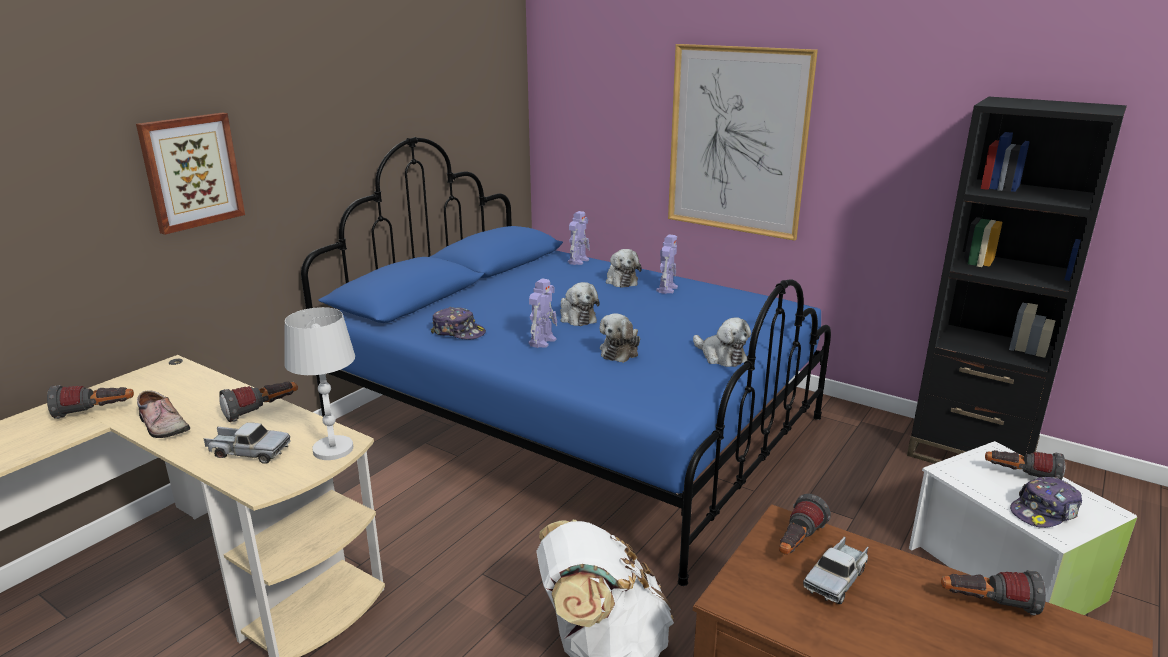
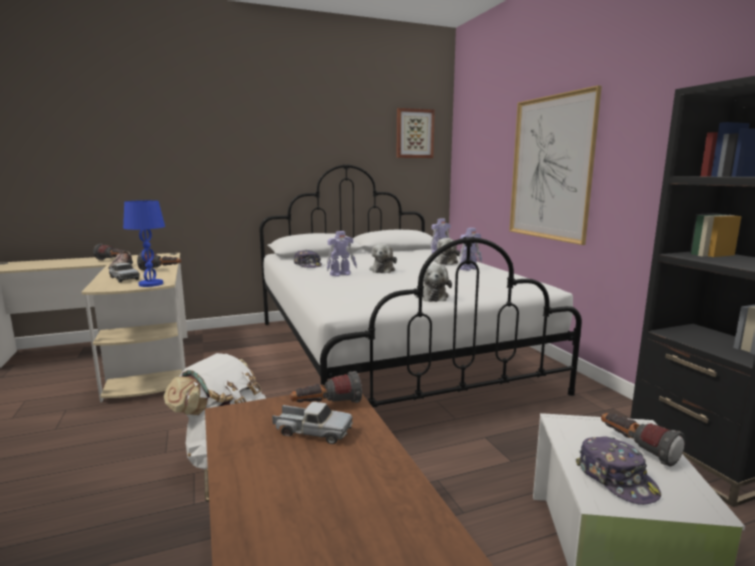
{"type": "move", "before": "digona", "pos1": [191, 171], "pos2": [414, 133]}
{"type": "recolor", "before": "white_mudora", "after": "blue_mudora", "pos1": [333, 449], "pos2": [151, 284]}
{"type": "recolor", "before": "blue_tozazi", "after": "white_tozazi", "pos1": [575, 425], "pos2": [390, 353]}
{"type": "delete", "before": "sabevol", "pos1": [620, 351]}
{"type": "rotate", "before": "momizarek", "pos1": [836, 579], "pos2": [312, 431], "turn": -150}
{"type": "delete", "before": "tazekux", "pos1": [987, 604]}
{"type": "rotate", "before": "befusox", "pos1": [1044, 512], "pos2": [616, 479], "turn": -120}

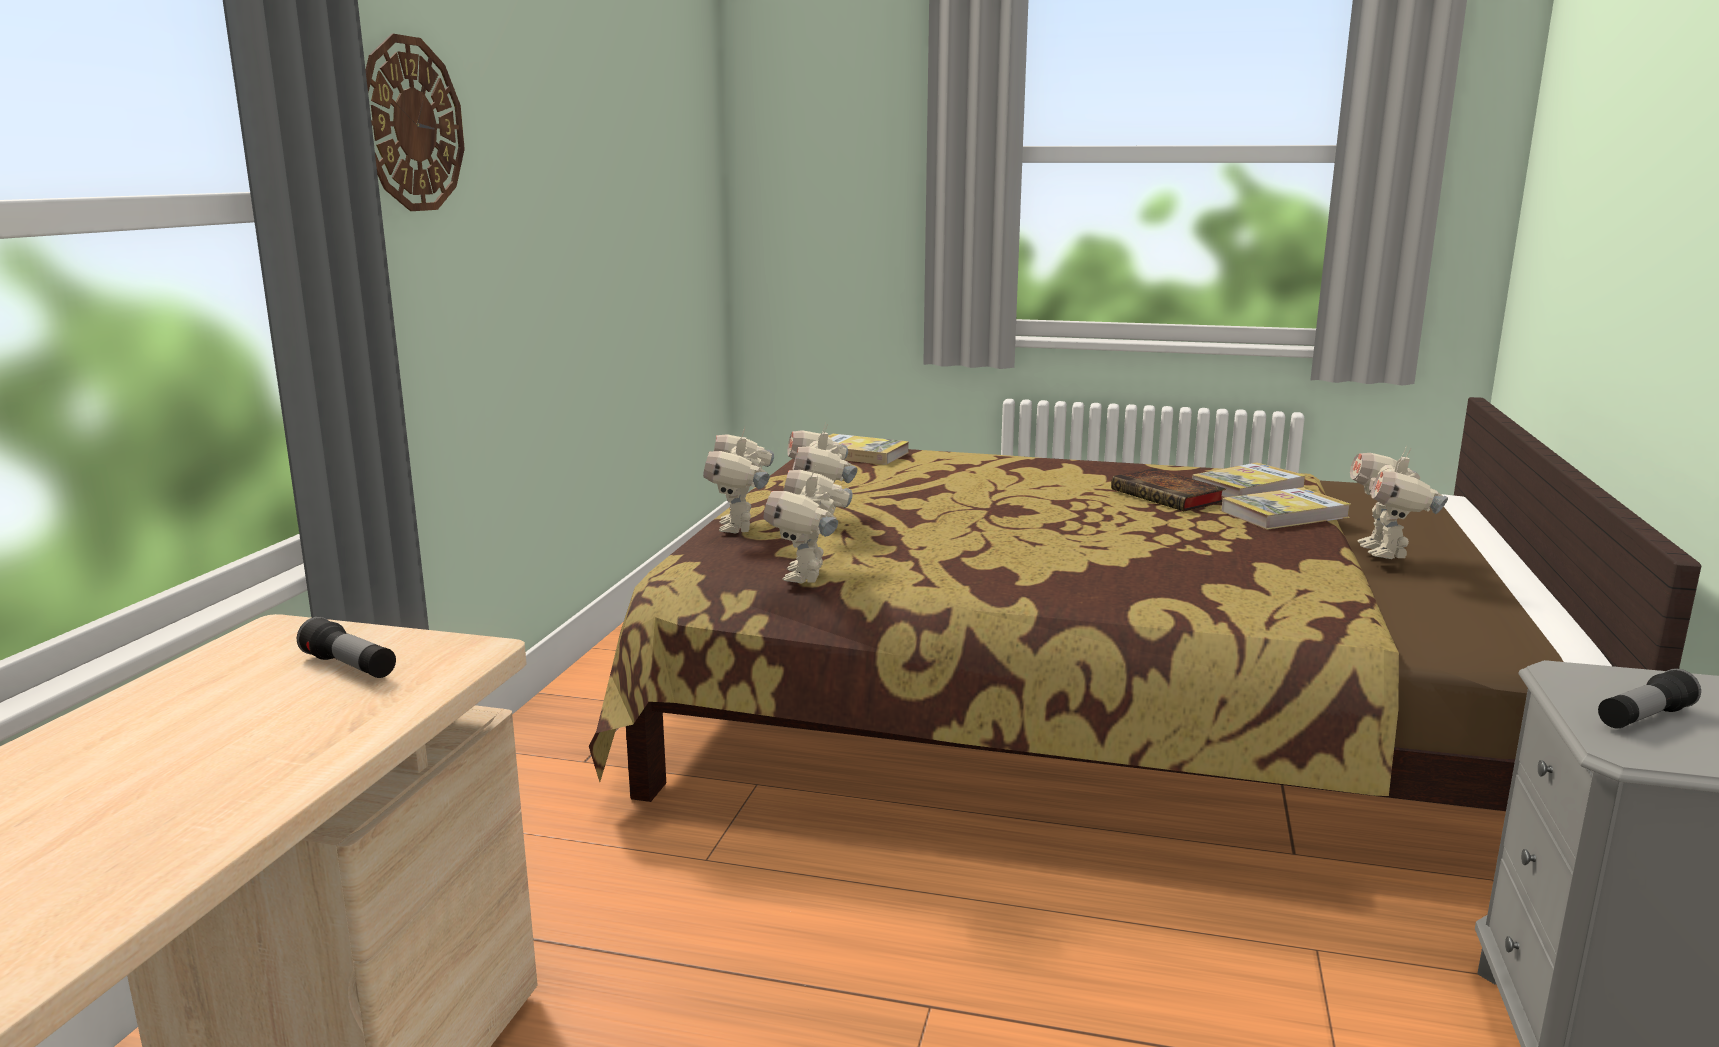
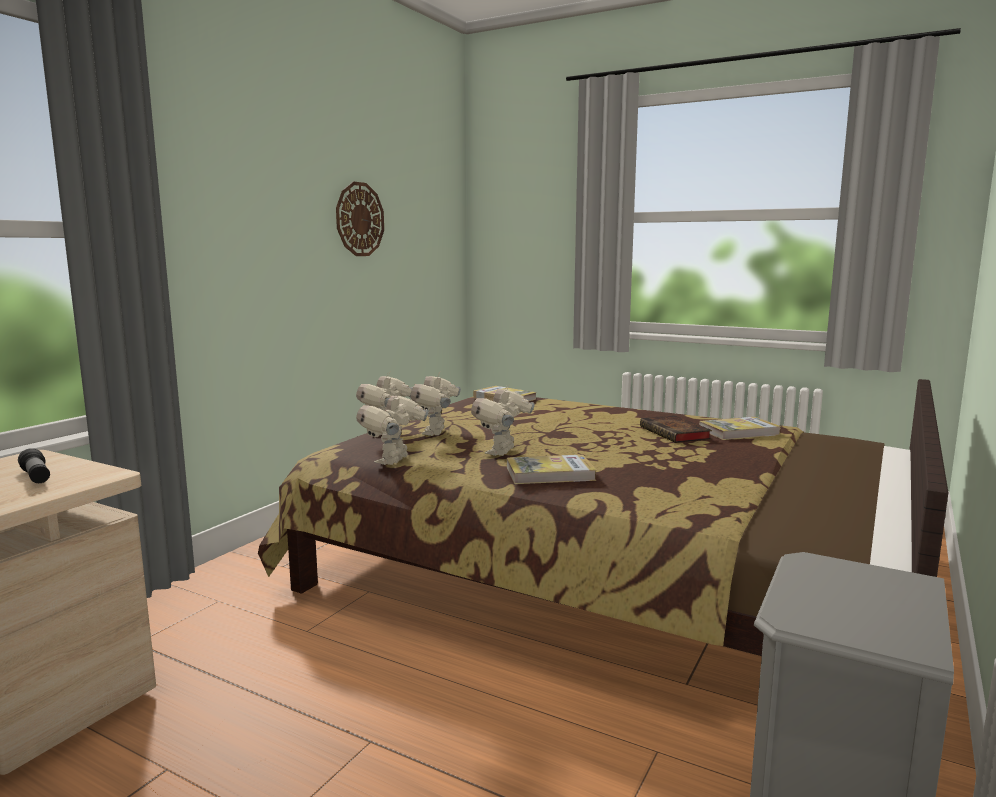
{"type": "move", "before": "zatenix", "pos1": [411, 125], "pos2": [359, 219]}
{"type": "move", "before": "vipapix", "pos1": [1284, 514], "pos2": [550, 474]}
{"type": "move", "before": "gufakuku", "pos1": [1386, 552], "pos2": [502, 452]}
{"type": "delete", "before": "tazekux", "pos1": [1643, 718]}

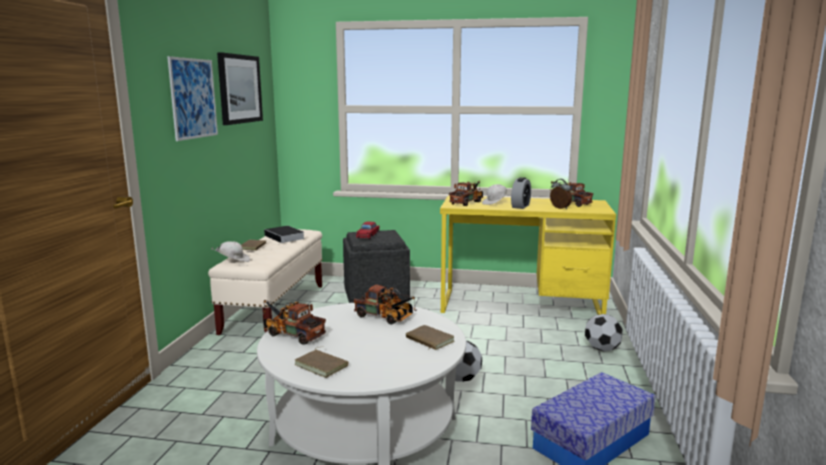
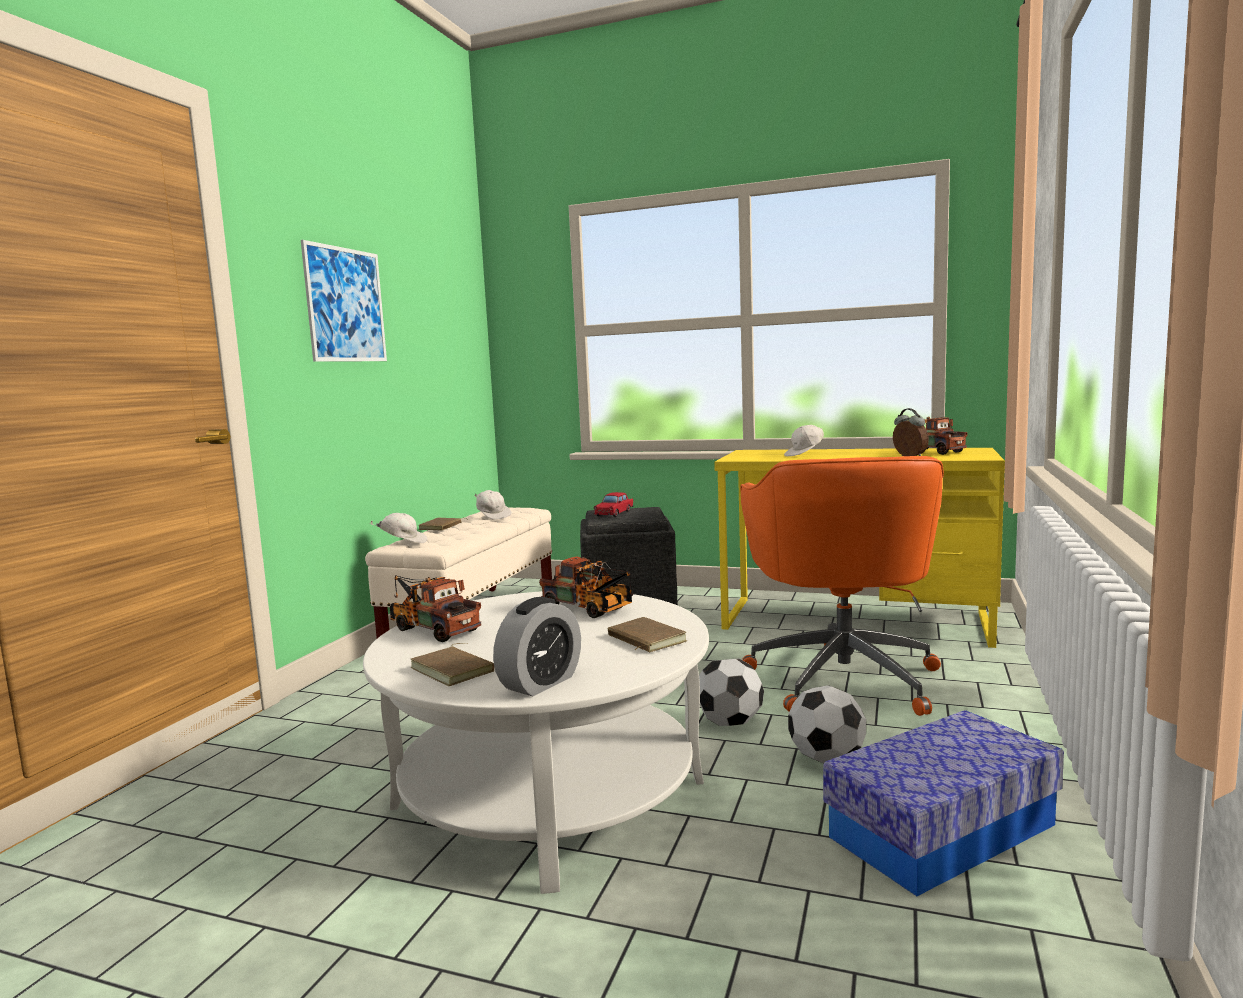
{"type": "delete", "before": "digona", "pos1": [239, 89]}
{"type": "replace", "before": "vipapix", "after": "white_befusox", "pos1": [285, 237], "pos2": [493, 516]}
{"type": "delete", "before": "momizarek", "pos1": [468, 202]}
{"type": "move", "before": "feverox", "pos1": [520, 206], "pos2": [540, 683]}
{"type": "move", "before": "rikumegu", "pos1": [602, 349], "pos2": [826, 759]}
{"type": "insert", "after": "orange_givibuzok", "pos2": [843, 677]}

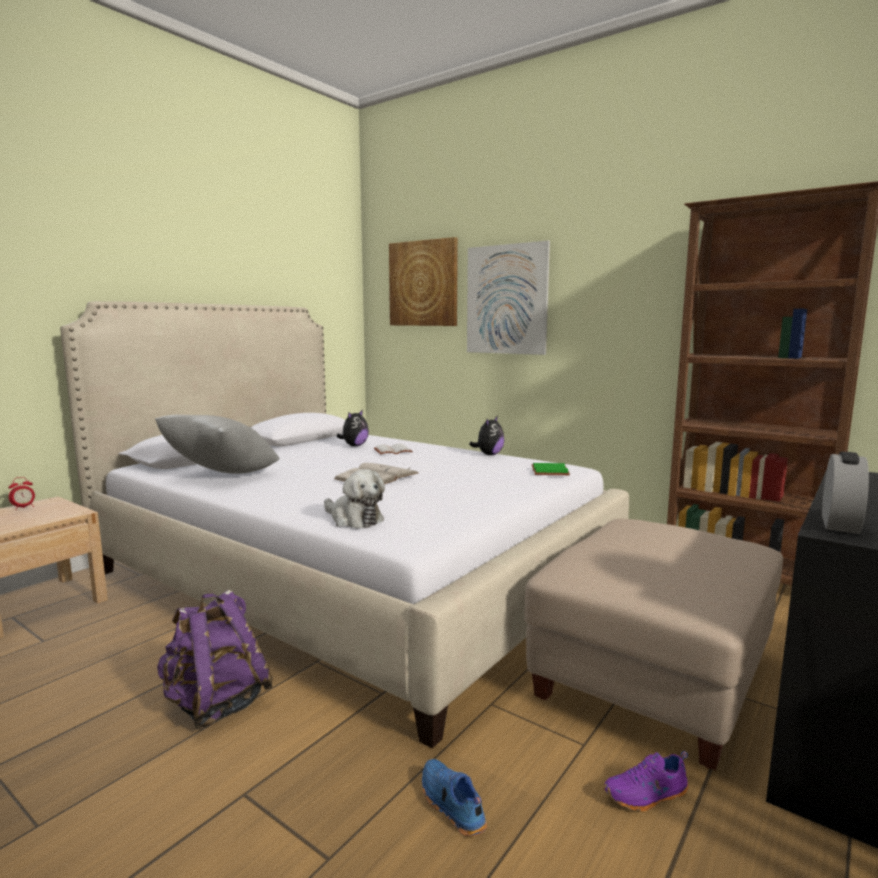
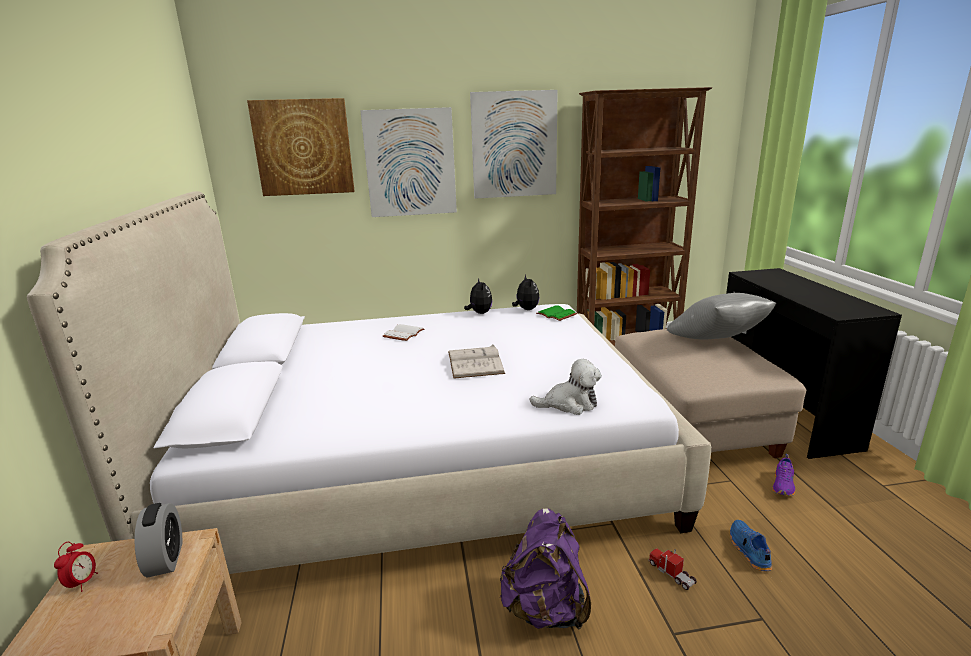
{"type": "move", "before": "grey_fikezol", "pos1": [221, 476], "pos2": [717, 342]}
{"type": "move", "before": "sabevol", "pos1": [354, 446], "pos2": [526, 309]}
{"type": "rotate", "before": "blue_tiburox", "pos1": [450, 806], "pos2": [748, 550], "turn": 75}
{"type": "move", "before": "feverox", "pos1": [840, 524], "pos2": [165, 559]}
{"type": "insert", "after": "digona", "pos2": [514, 145]}
{"type": "insert", "after": "momizarek", "pos2": [671, 573]}

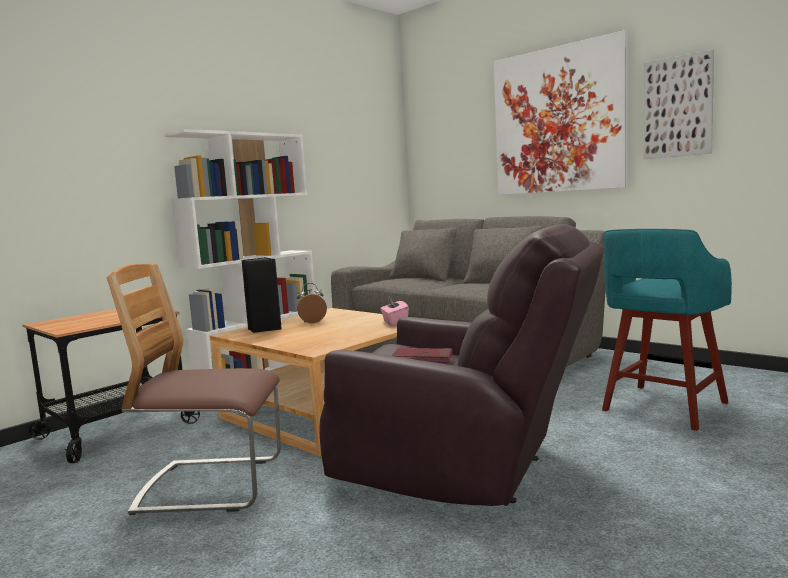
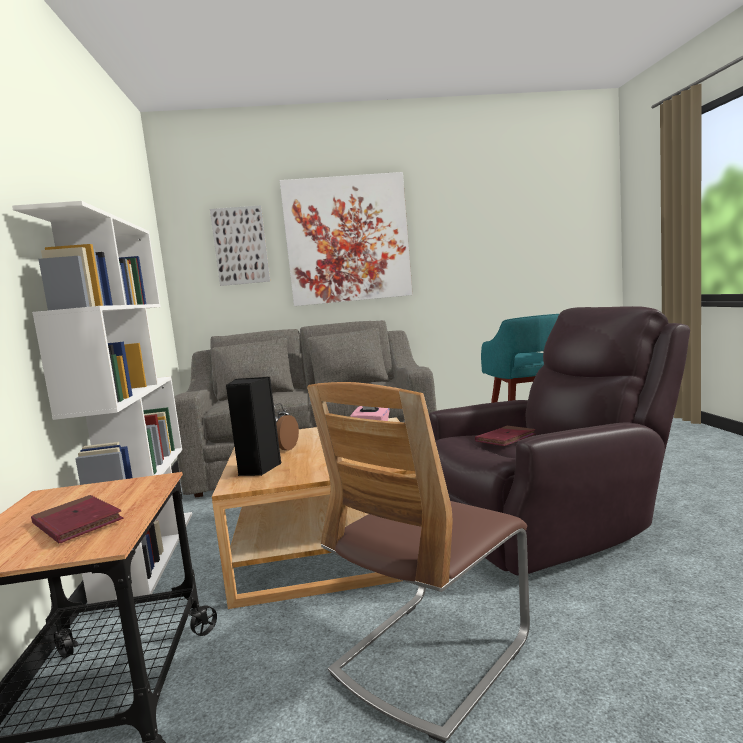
{"type": "move", "before": "digona", "pos1": [677, 107], "pos2": [240, 246]}
{"type": "insert", "after": "red_vipapix", "pos2": [77, 523]}

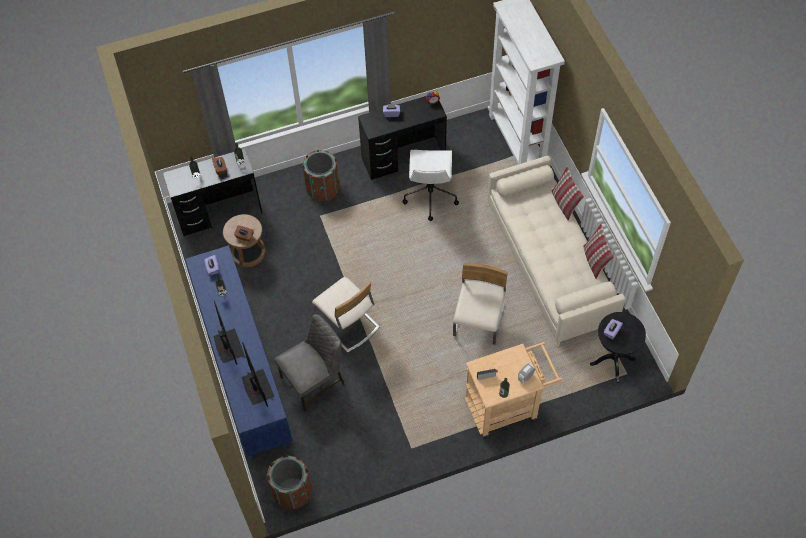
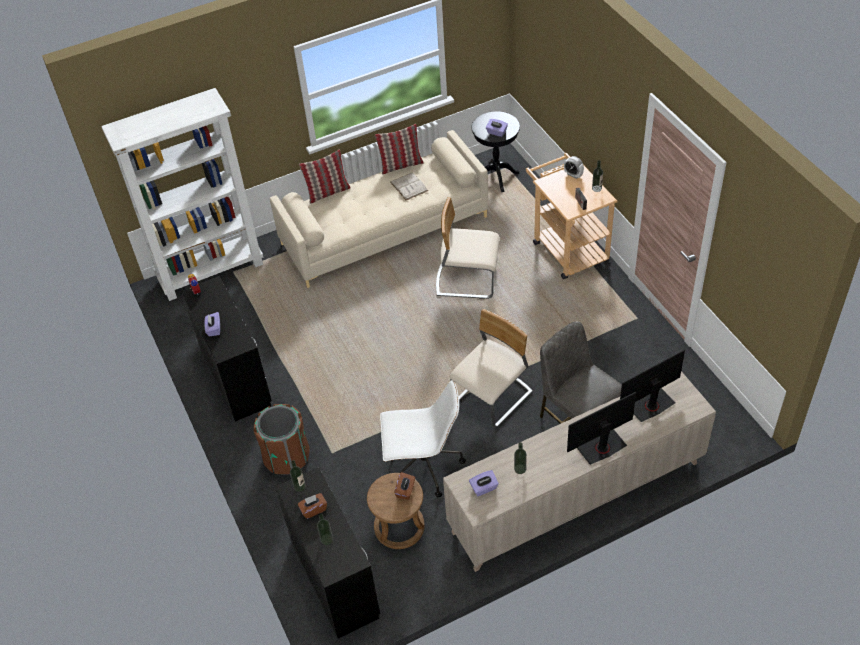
{"type": "recolor", "before": "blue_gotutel", "after": "beige_gotutel", "pos1": [243, 367], "pos2": [577, 497]}
{"type": "delete", "before": "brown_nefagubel", "pos1": [292, 492]}
{"type": "move", "before": "white_givibuzok", "pos1": [430, 196], "pos2": [423, 467]}
{"type": "insert", "after": "white_vipapix", "pos2": [409, 186]}

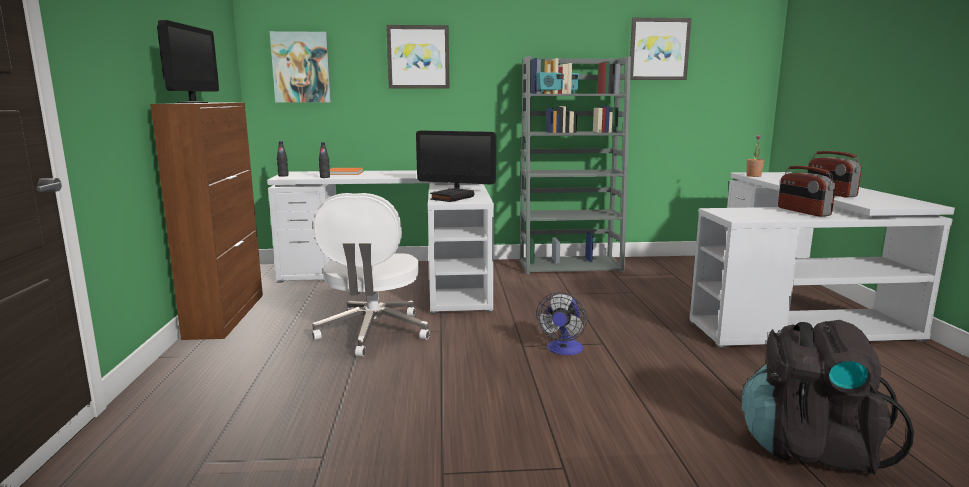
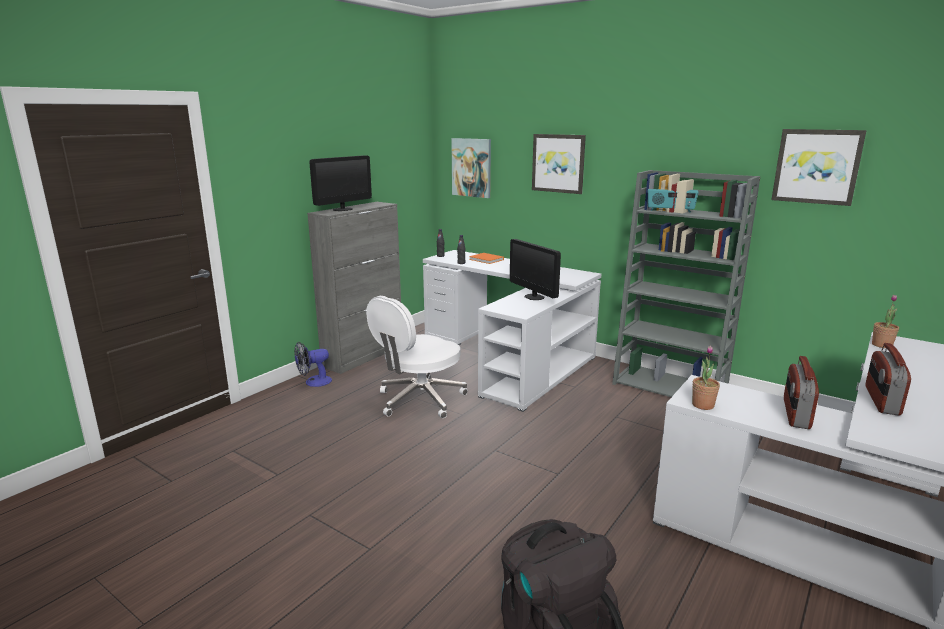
{"type": "recolor", "before": "brown_gotutel", "after": "grey_gotutel", "pos1": [226, 315], "pos2": [364, 355]}
{"type": "delete", "before": "black_vipapix", "pos1": [452, 198]}
{"type": "move", "before": "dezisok", "pos1": [563, 350], "pos2": [313, 382]}
{"type": "insert", "after": "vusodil", "pos2": [703, 405]}

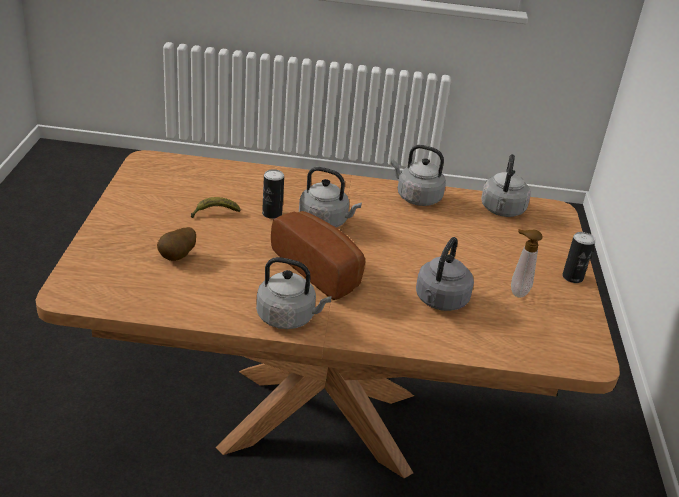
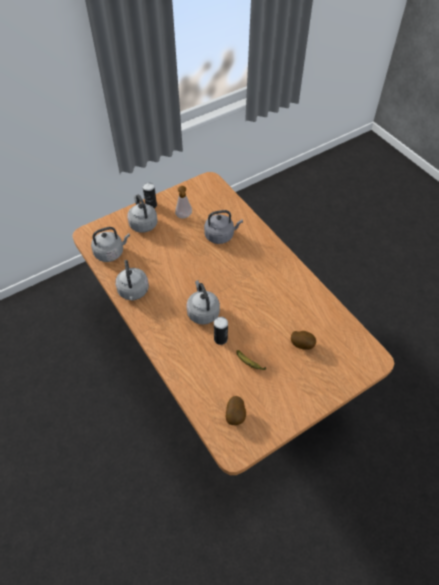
{"type": "move", "before": "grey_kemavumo", "pos1": [288, 318], "pos2": [143, 223]}
{"type": "delete", "before": "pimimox", "pos1": [321, 269]}
{"type": "insert", "after": "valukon", "pos2": [235, 416]}

